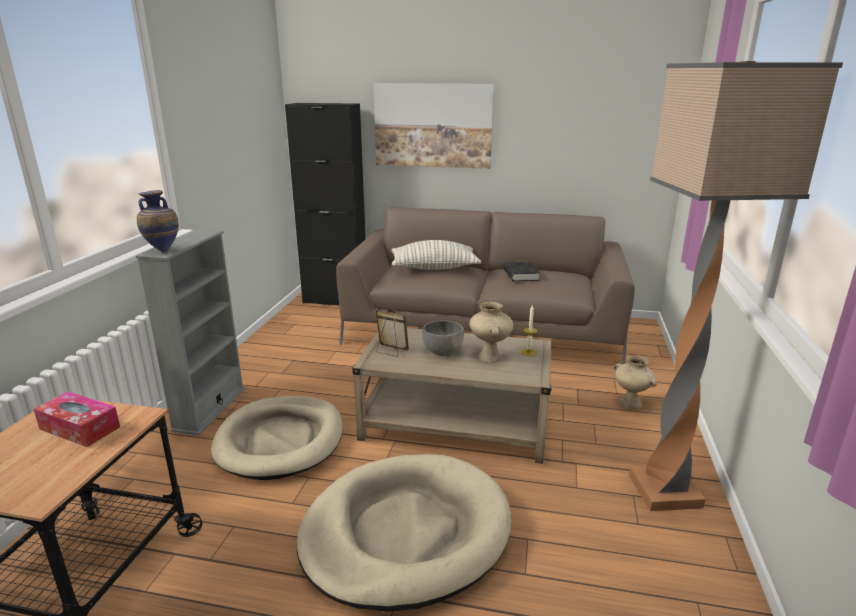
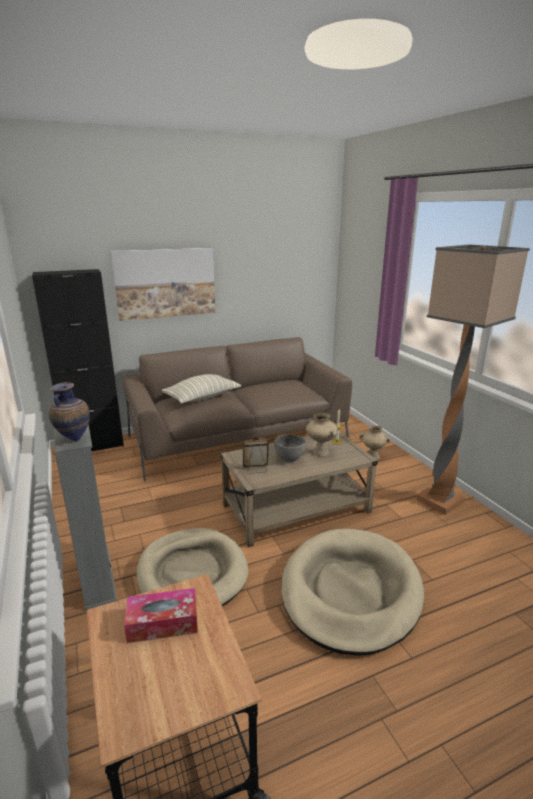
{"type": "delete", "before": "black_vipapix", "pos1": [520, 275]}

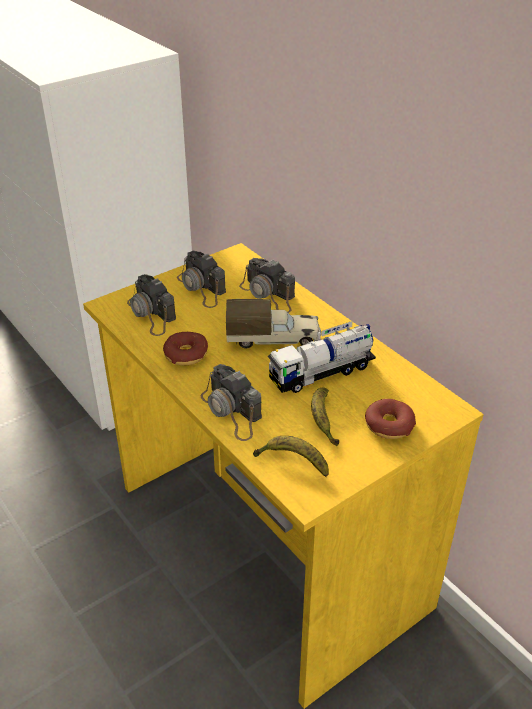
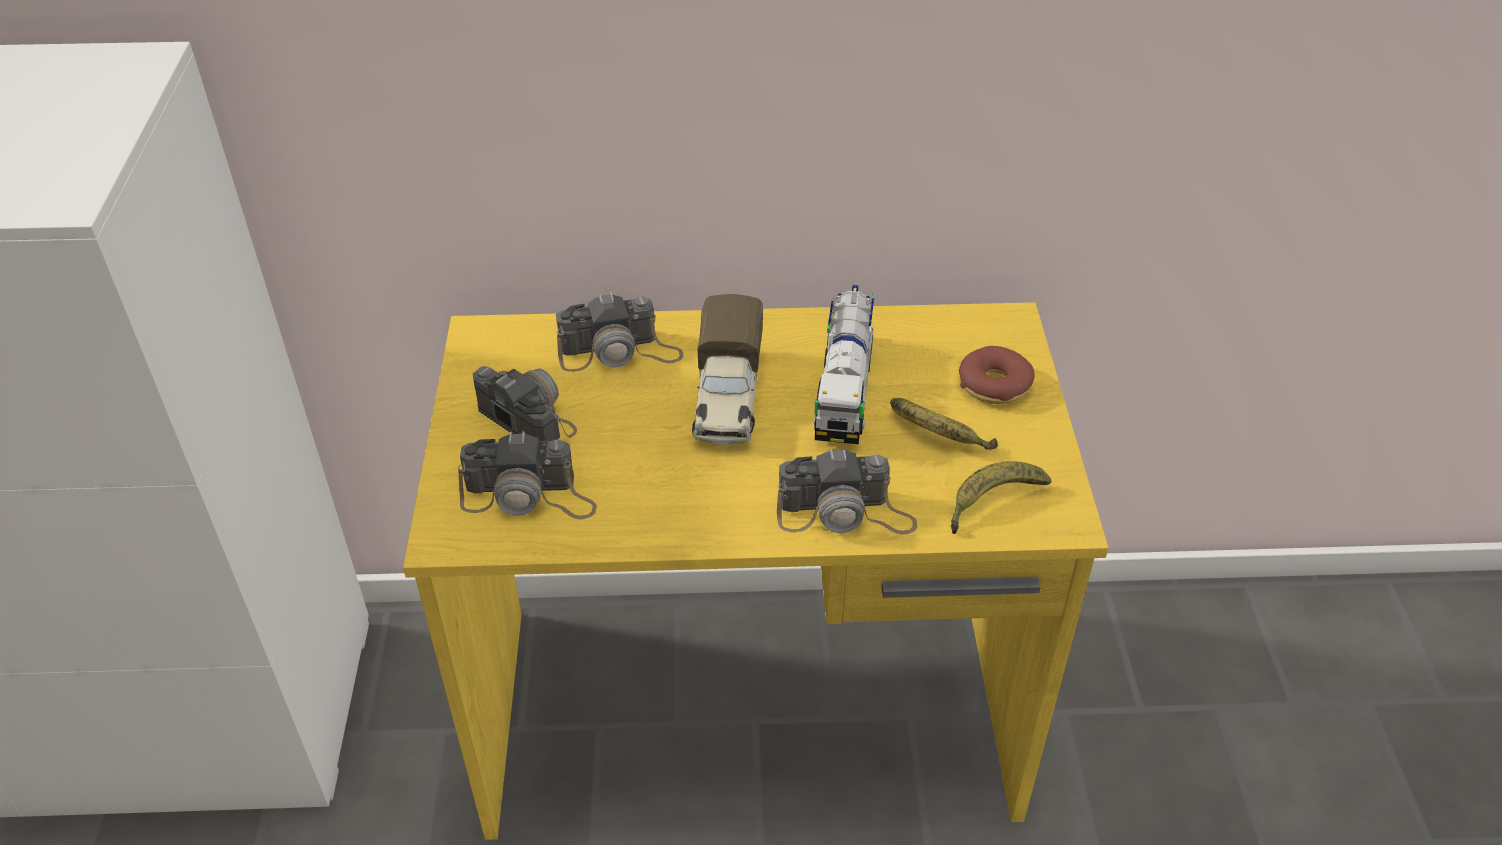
{"type": "delete", "before": "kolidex", "pos1": [186, 354]}
{"type": "rotate", "before": "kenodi", "pos1": [201, 288], "pos2": [524, 411], "turn": -135}
{"type": "rotate", "before": "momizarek", "pos1": [273, 339], "pos2": [728, 397], "turn": 150}

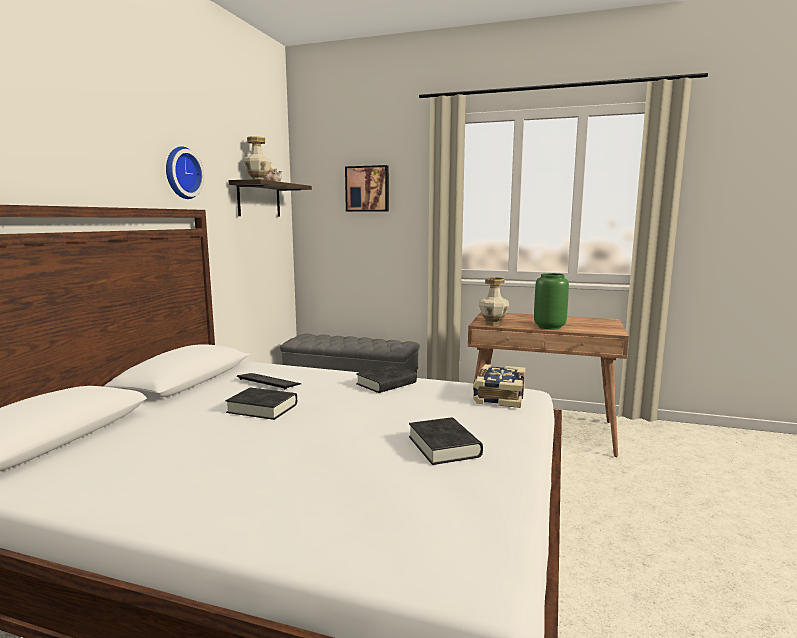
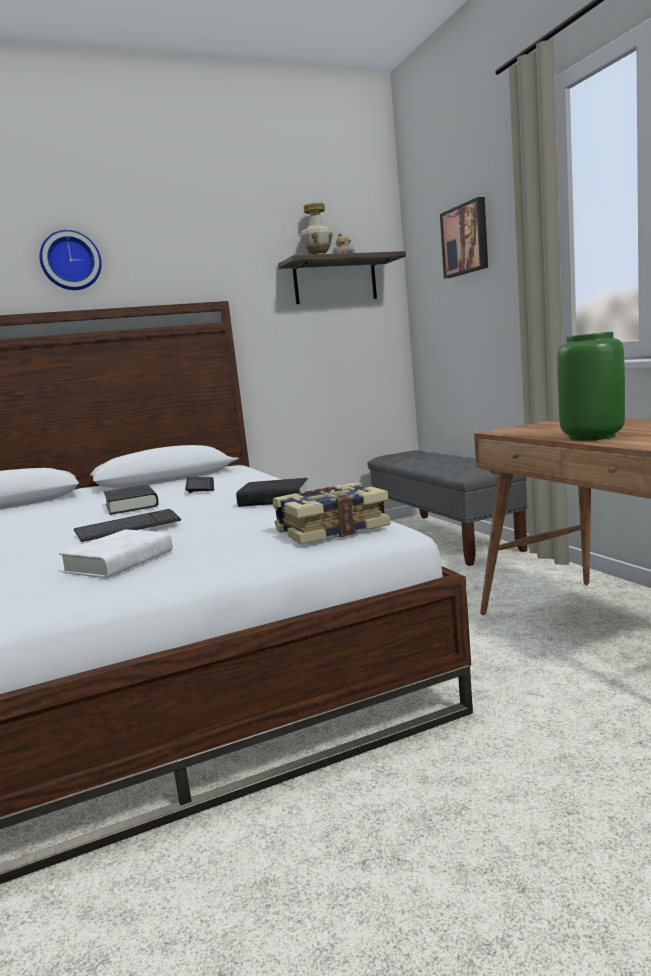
{"type": "move", "before": "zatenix", "pos1": [181, 173], "pos2": [70, 261]}
{"type": "recolor", "before": "black_vipapix", "after": "white_vipapix", "pos1": [444, 446], "pos2": [119, 562]}
{"type": "delete", "before": "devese", "pos1": [492, 324]}
{"type": "insert", "after": "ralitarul", "pos2": [128, 527]}

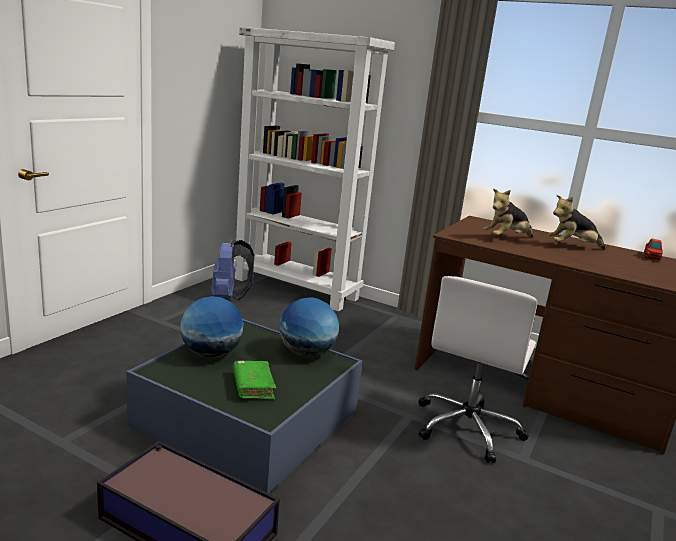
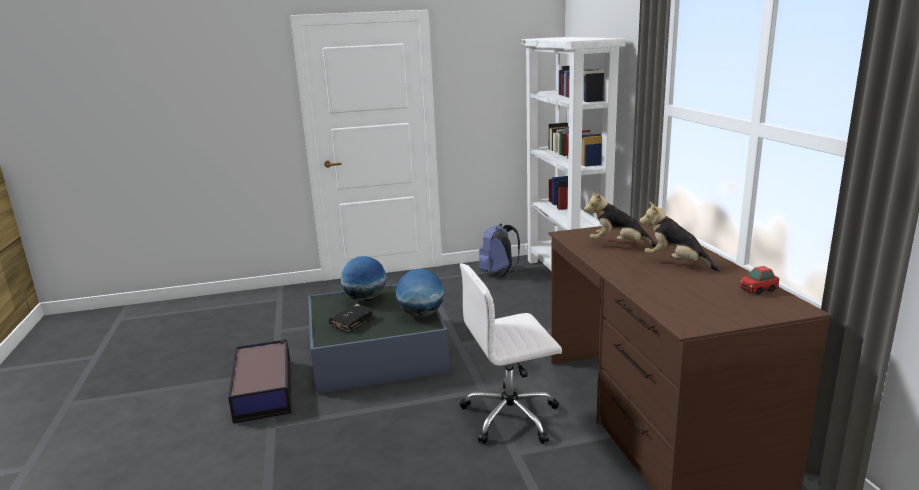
{"type": "recolor", "before": "green_vipapix", "after": "black_vipapix", "pos1": [253, 386], "pos2": [352, 323]}

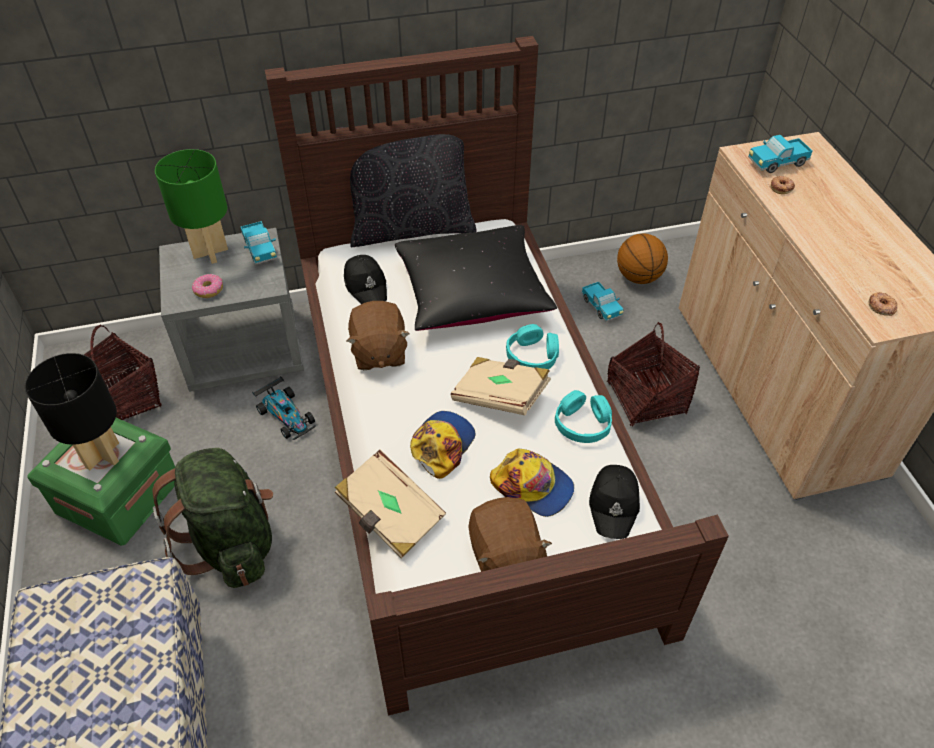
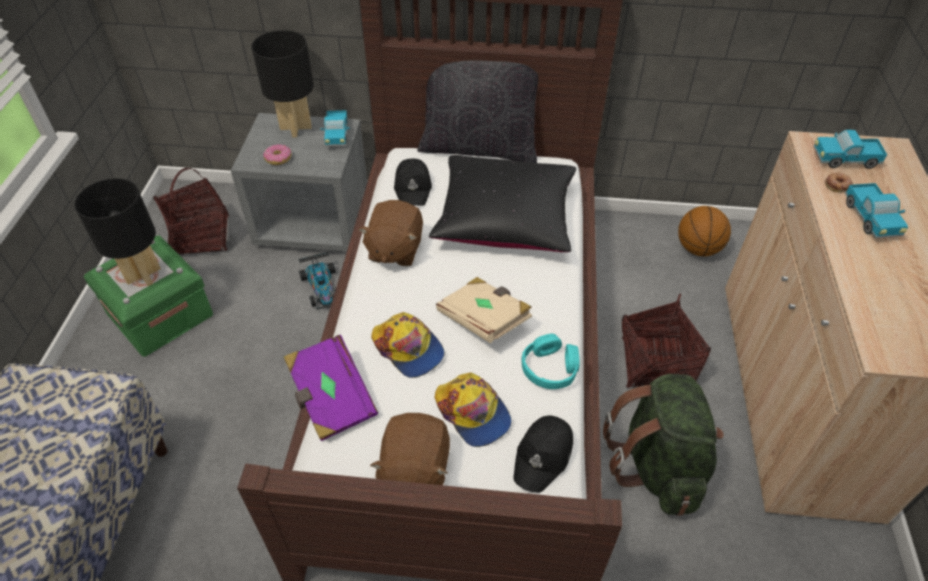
{"type": "move", "before": "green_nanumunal", "pos1": [232, 543], "pos2": [657, 465]}
{"type": "recolor", "before": "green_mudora", "after": "black_mudora", "pos1": [210, 253], "pos2": [295, 128]}
{"type": "recolor", "before": "beige_vipapix", "after": "purple_vipapix", "pos1": [390, 515], "pos2": [331, 398]}
{"type": "rotate", "before": "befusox", "pos1": [442, 445], "pos2": [408, 349], "turn": 90}
{"type": "delete", "before": "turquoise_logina", "pos1": [532, 355]}
{"type": "move", "before": "momizarek", "pos1": [601, 308], "pos2": [870, 220]}
{"type": "delete", "before": "kolidex", "pos1": [881, 306]}

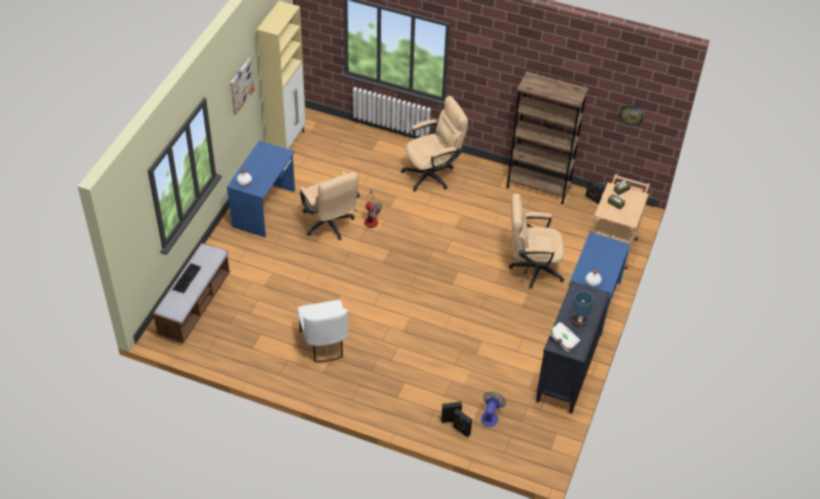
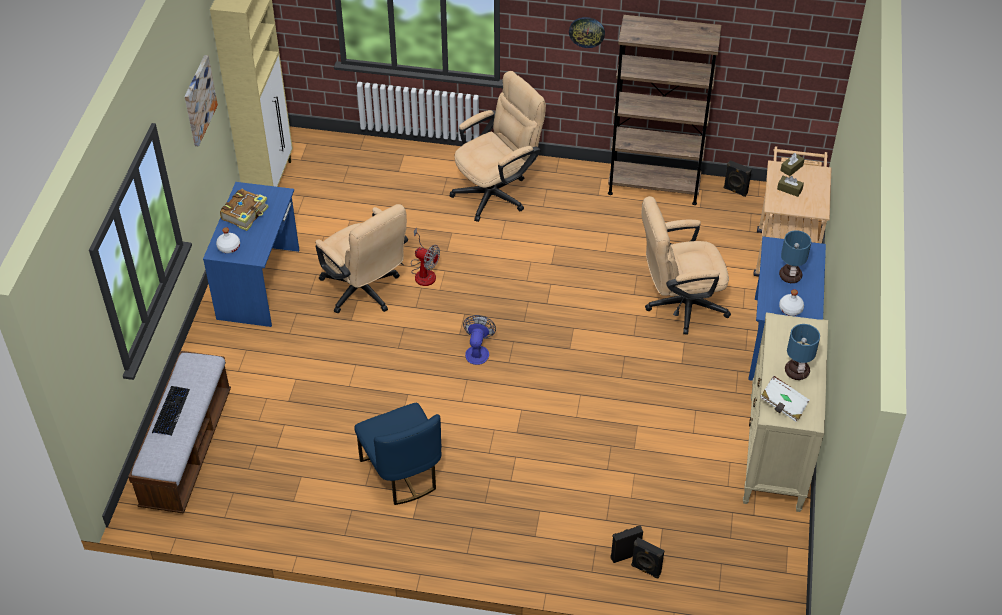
{"type": "recolor", "before": "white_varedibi", "after": "blue_varedibi", "pos1": [324, 343], "pos2": [402, 473]}
{"type": "move", "before": "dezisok", "pos1": [490, 416], "pos2": [478, 351]}
{"type": "recolor", "before": "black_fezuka", "after": "beige_fezuka", "pos1": [566, 374], "pos2": [775, 453]}
{"type": "move", "before": "zatenix", "pos1": [631, 114], "pos2": [587, 31]}
{"type": "insert", "after": "vipapix", "pos2": [245, 214]}
{"type": "insert", "after": "mudora", "pos2": [789, 275]}

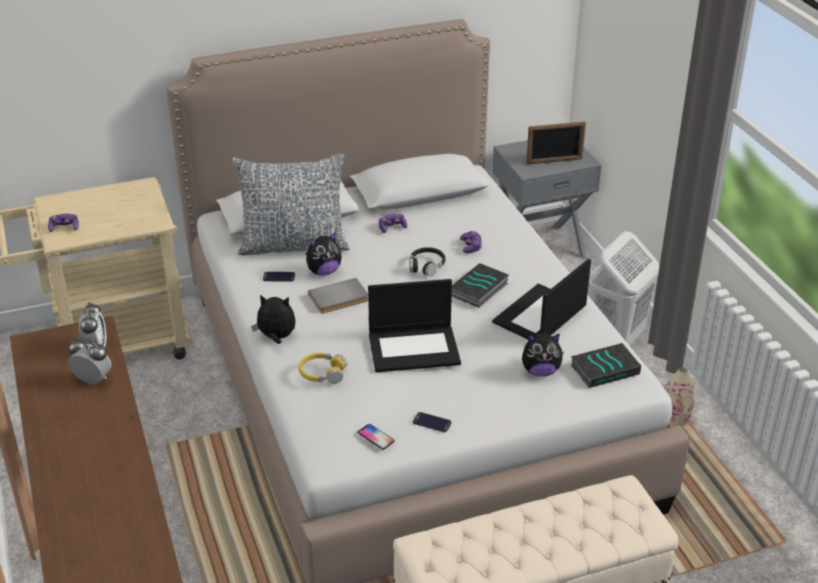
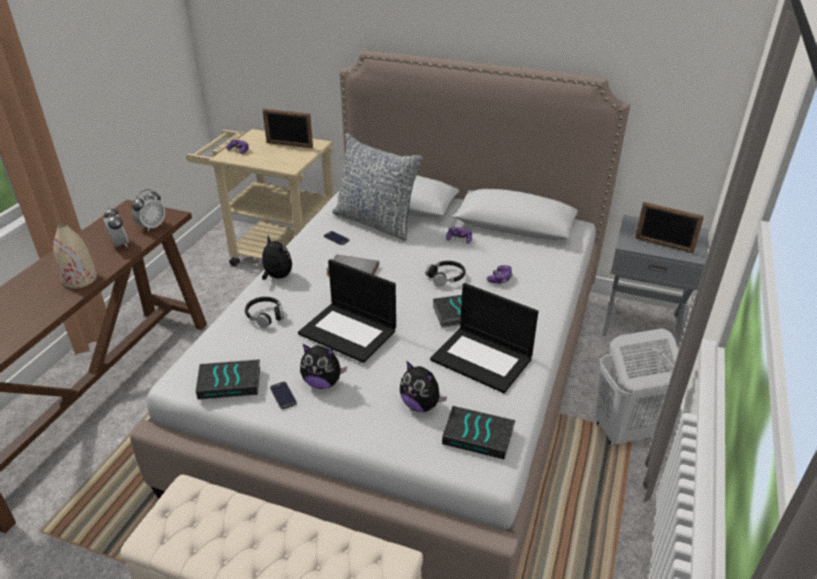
{"type": "recolor", "before": "yellow_logina", "after": "black_logina", "pos1": [322, 373], "pos2": [265, 316]}
{"type": "move", "before": "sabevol", "pos1": [323, 271], "pos2": [323, 382]}
{"type": "replace", "before": "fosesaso", "after": "vipapix", "pos1": [376, 437], "pos2": [230, 382]}
{"type": "rotate", "before": "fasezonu", "pos1": [540, 316], "pos2": [483, 359], "turn": -135}
{"type": "move", "before": "beige_devese", "pos1": [675, 417], "pos2": [80, 279]}
{"type": "insert", "after": "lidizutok", "pos2": [289, 145]}

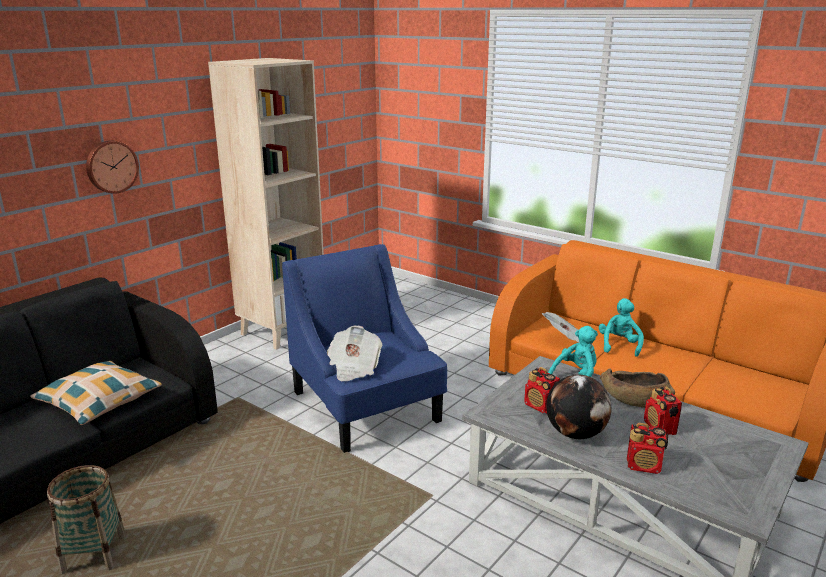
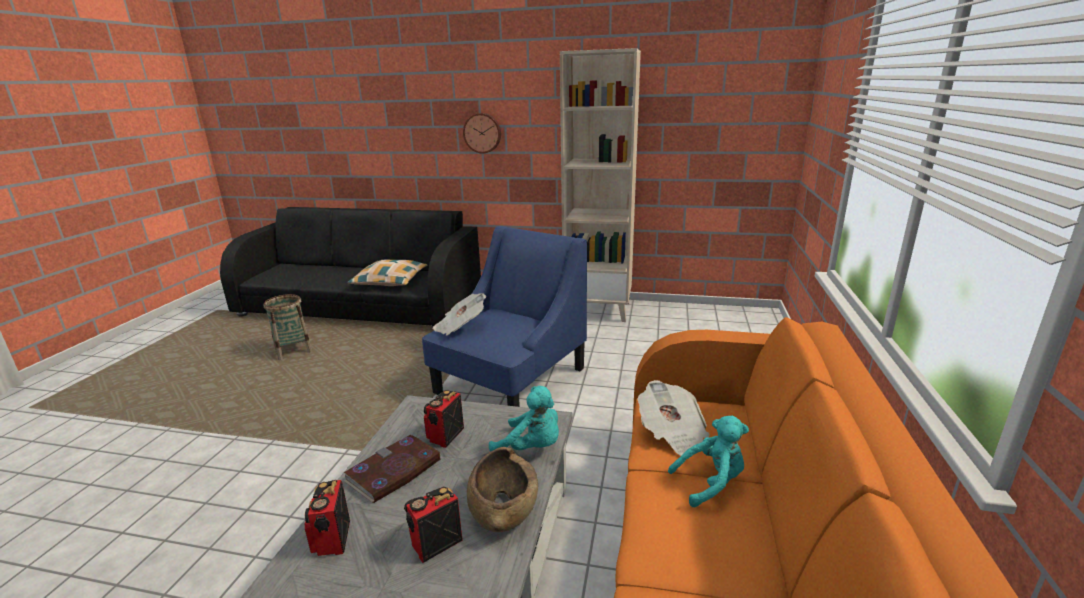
{"type": "replace", "before": "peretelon", "after": "vipapix", "pos1": [575, 433], "pos2": [394, 471]}

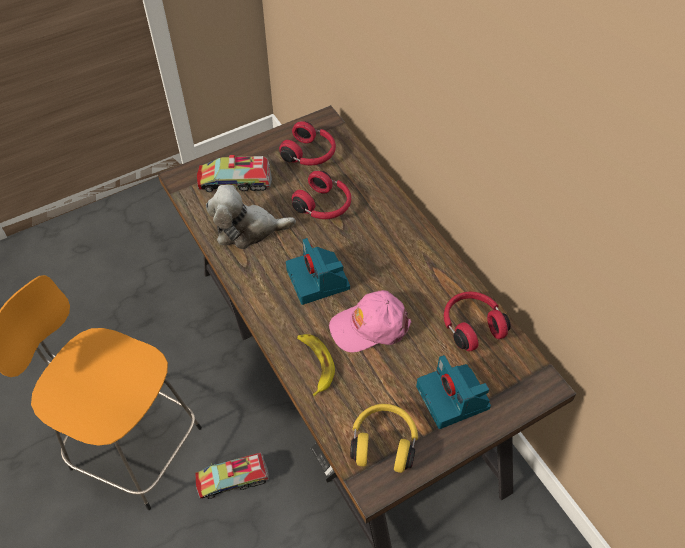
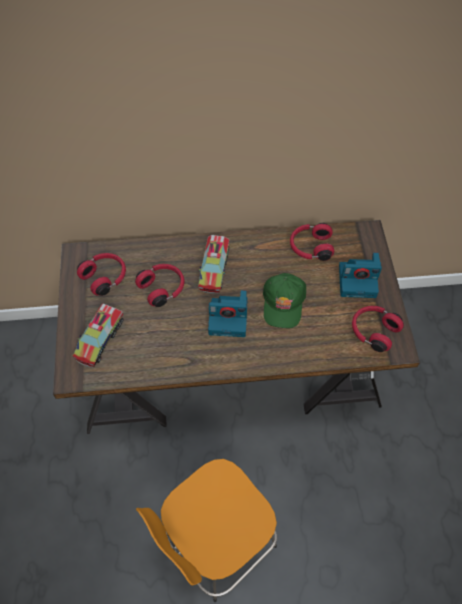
{"type": "move", "before": "momizarek", "pos1": [232, 479], "pos2": [214, 268]}
{"type": "delete", "before": "sabevol", "pos1": [247, 229]}
{"type": "delete", "before": "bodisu", "pos1": [315, 364]}
{"type": "recolor", "before": "pink_befusox", "after": "green_befusox", "pos1": [370, 326], "pos2": [283, 303]}
{"type": "recolor", "before": "yellow_logina", "after": "red_logina", "pos1": [383, 442], "pos2": [373, 331]}

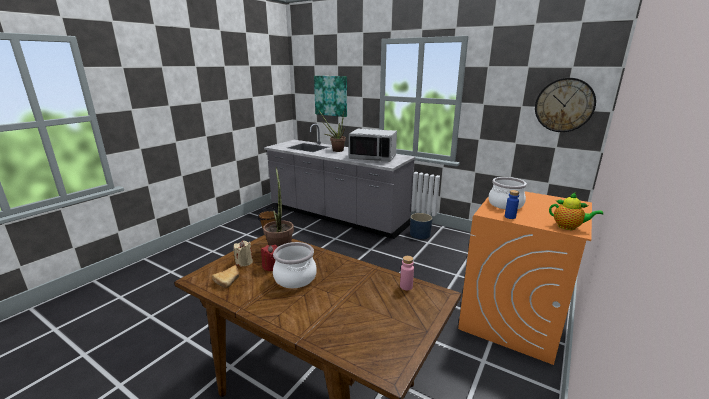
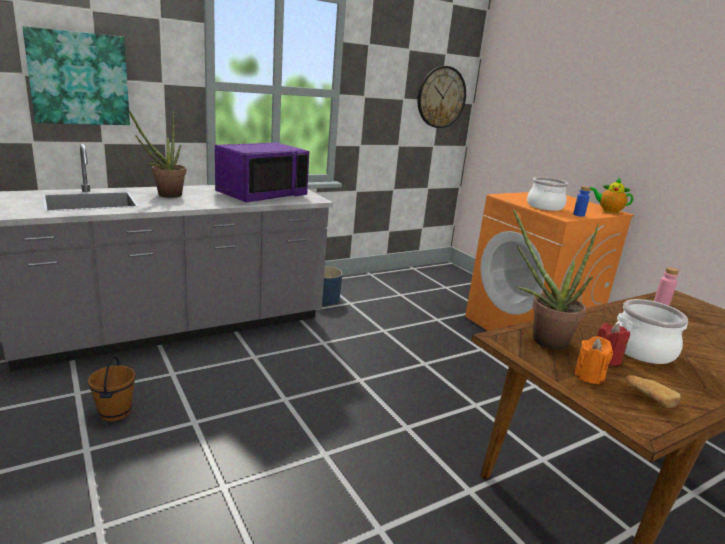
{"type": "recolor", "before": "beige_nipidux", "after": "orange_nipidux", "pos1": [244, 262], "pos2": [589, 376]}
{"type": "recolor", "before": "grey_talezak", "after": "purple_talezak", "pos1": [373, 157], "pos2": [261, 194]}
{"type": "rotate", "before": "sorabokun", "pos1": [569, 227], "pos2": [608, 211], "turn": -120}

